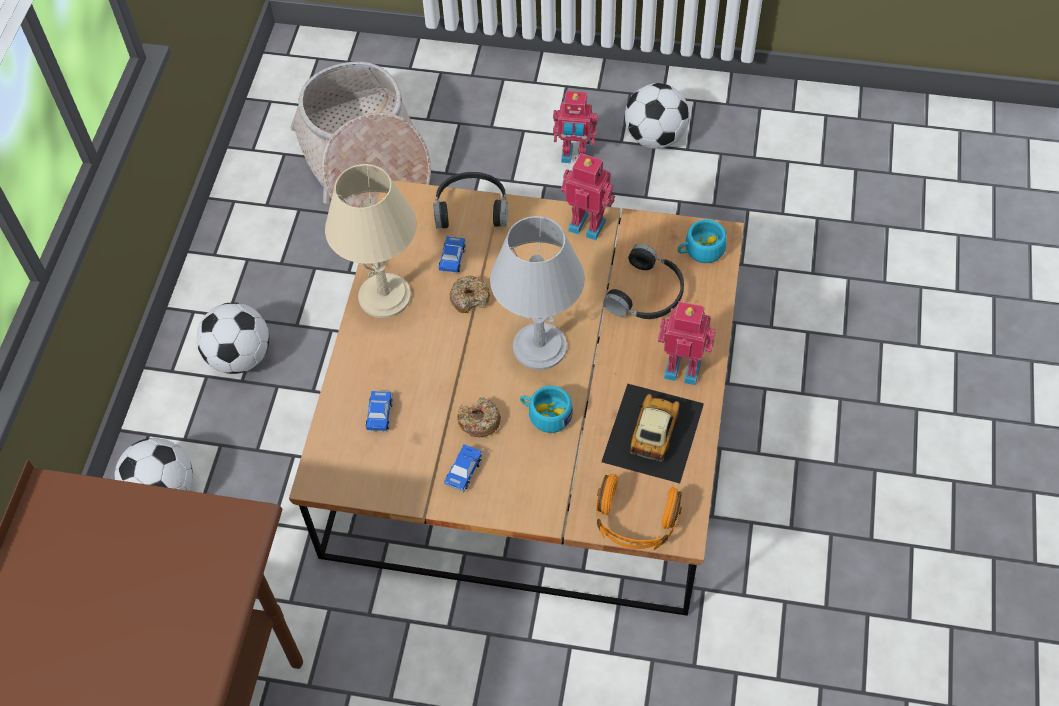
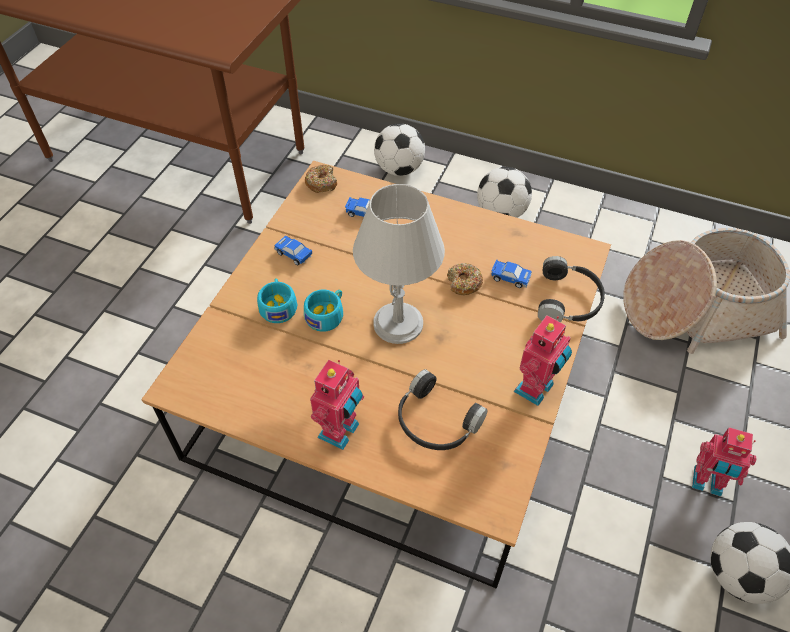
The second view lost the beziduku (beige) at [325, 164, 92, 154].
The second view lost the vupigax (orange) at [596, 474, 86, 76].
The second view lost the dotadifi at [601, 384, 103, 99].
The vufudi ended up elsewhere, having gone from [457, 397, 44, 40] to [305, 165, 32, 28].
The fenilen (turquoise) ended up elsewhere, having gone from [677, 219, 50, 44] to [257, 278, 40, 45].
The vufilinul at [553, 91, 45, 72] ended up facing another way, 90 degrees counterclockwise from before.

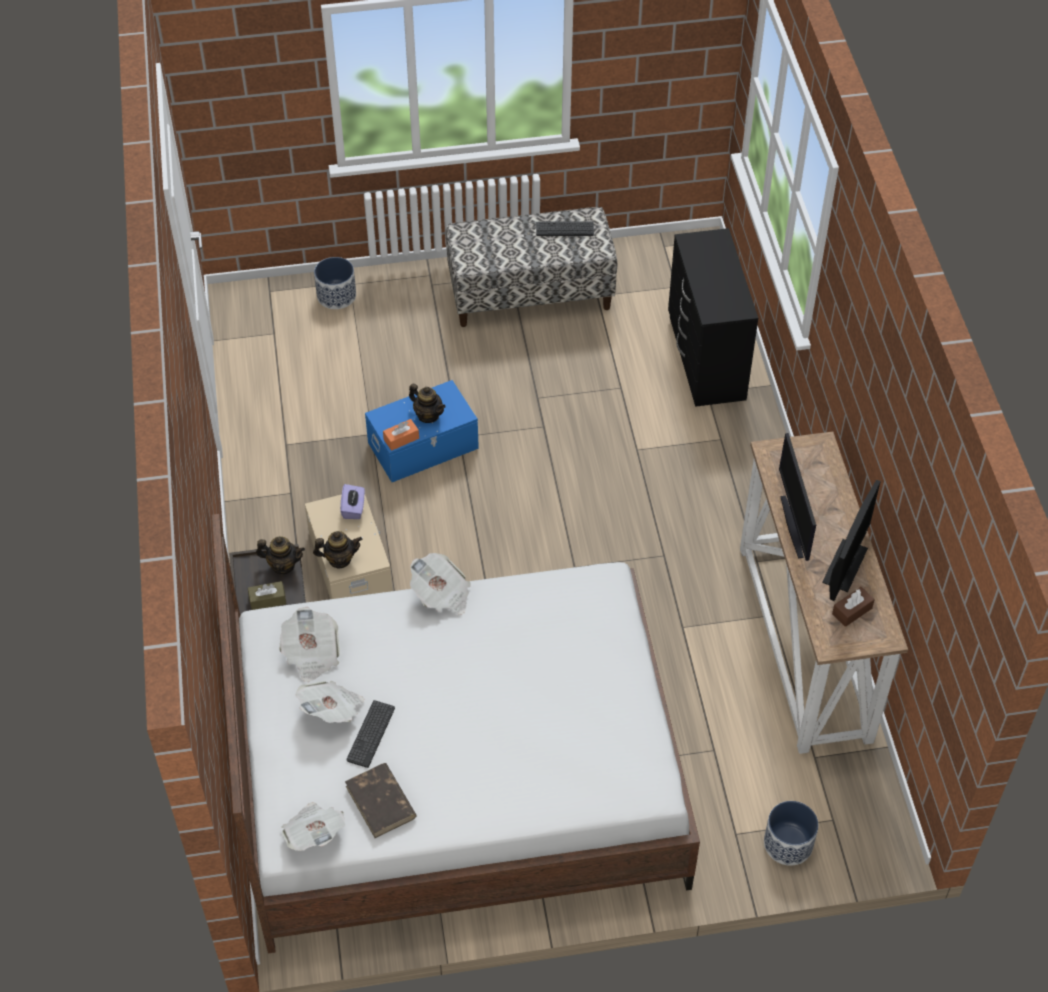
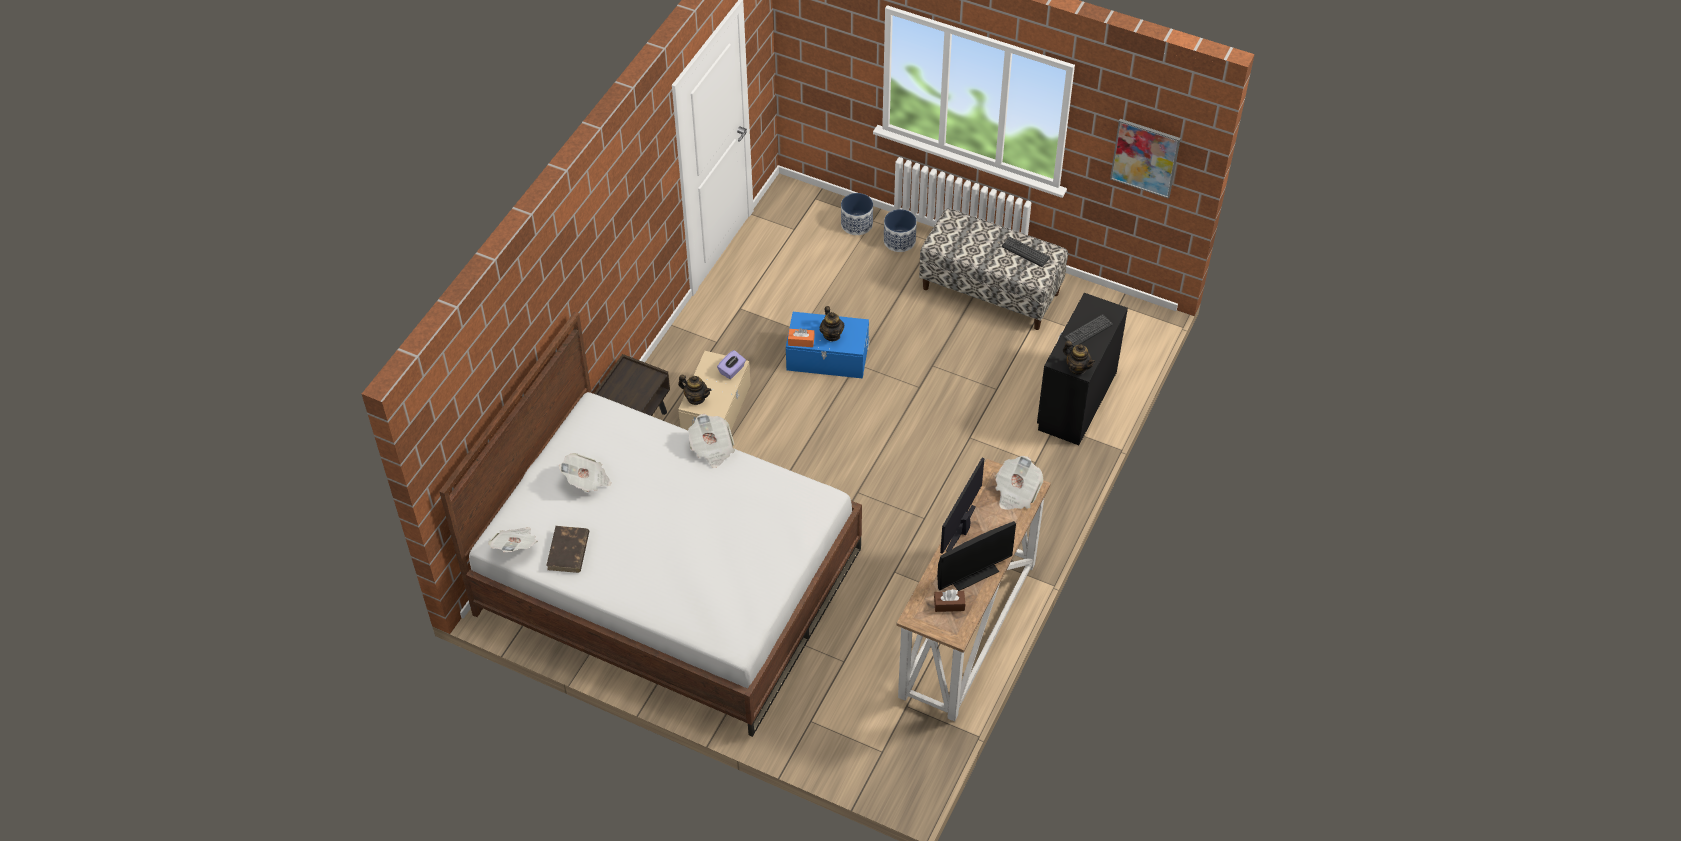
The second view lost the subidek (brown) at [248, 581, 38, 29].
The second view gained the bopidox at [1110, 119, 71, 80].
The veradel ended up elsewhere, having gone from [256, 537, 49, 37] to [1063, 340, 32, 35].
The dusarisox ended up elsewhere, having gone from [279, 607, 61, 75] to [995, 456, 48, 54].
The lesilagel ended up elsewhere, having gone from [347, 700, 48, 68] to [1064, 314, 49, 33].
The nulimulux ended up elsewhere, having gone from [764, 801, 54, 65] to [884, 209, 33, 43].

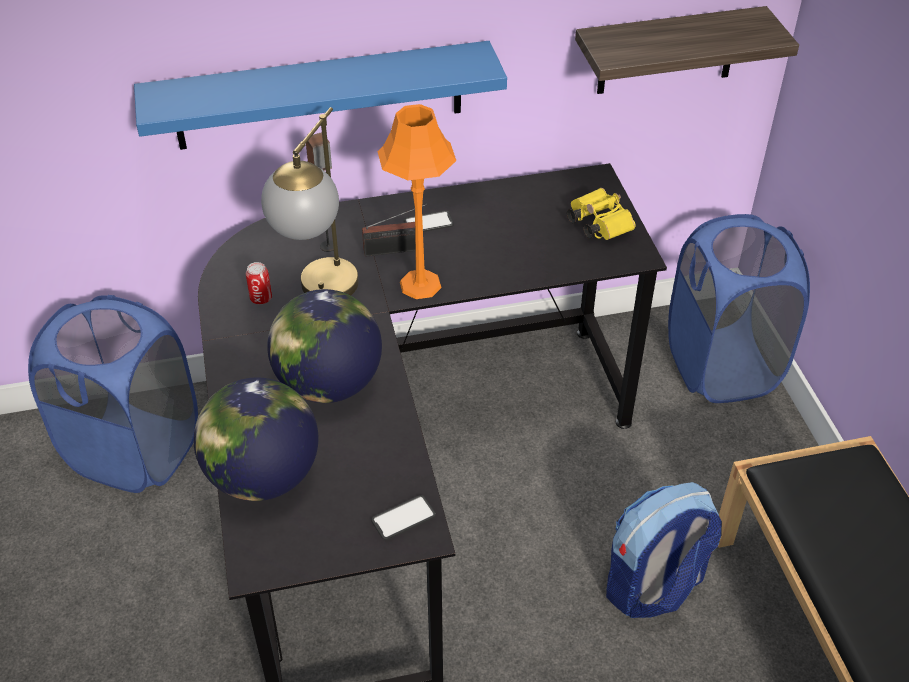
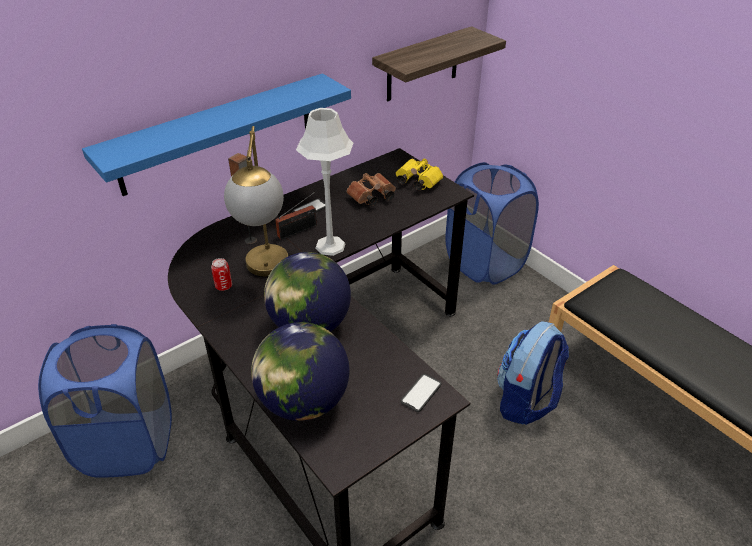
The second view gained the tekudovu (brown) at [347, 173, 49, 33].
What was the beziduku (orange) at [378, 104, 78, 195] turned into the beziduku (grey) at [296, 108, 57, 148].

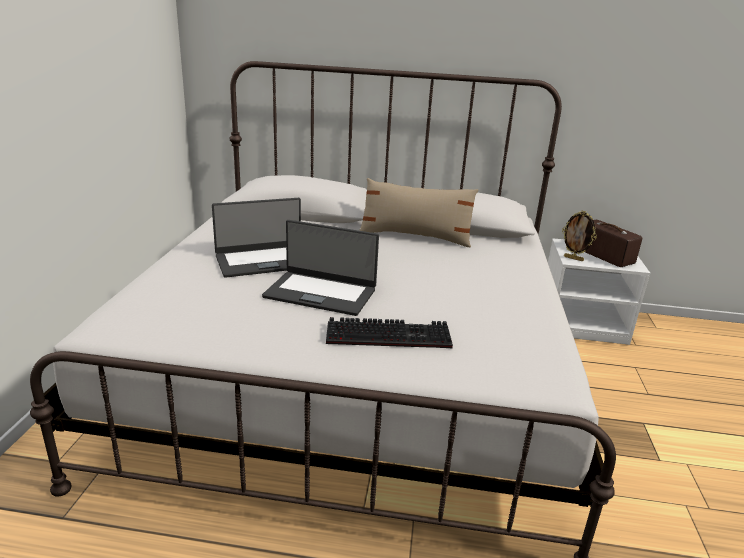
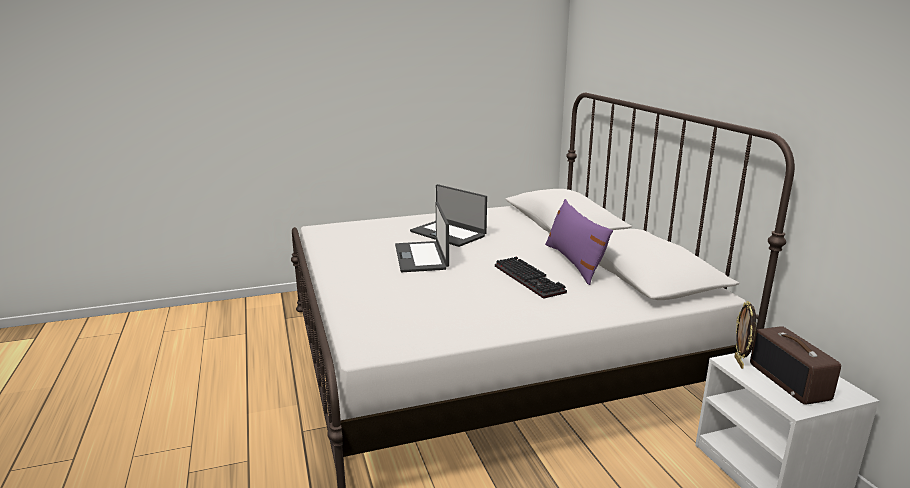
The lesilagel ended up elsewhere, having gone from [326, 317, 127, 31] to [495, 257, 72, 42].
What was the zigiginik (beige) at [359, 178, 120, 69] turned into the zigiginik (purple) at [545, 199, 68, 86].
The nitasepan at [585, 220, 57, 47] ended up facing another way, 135 degrees clockwise from before.

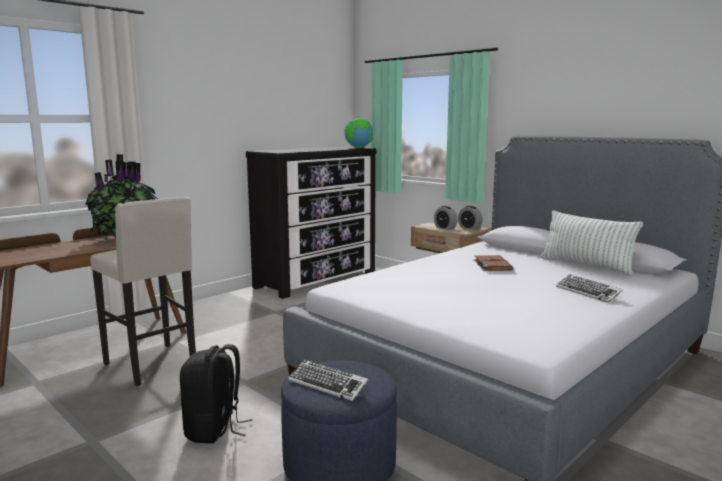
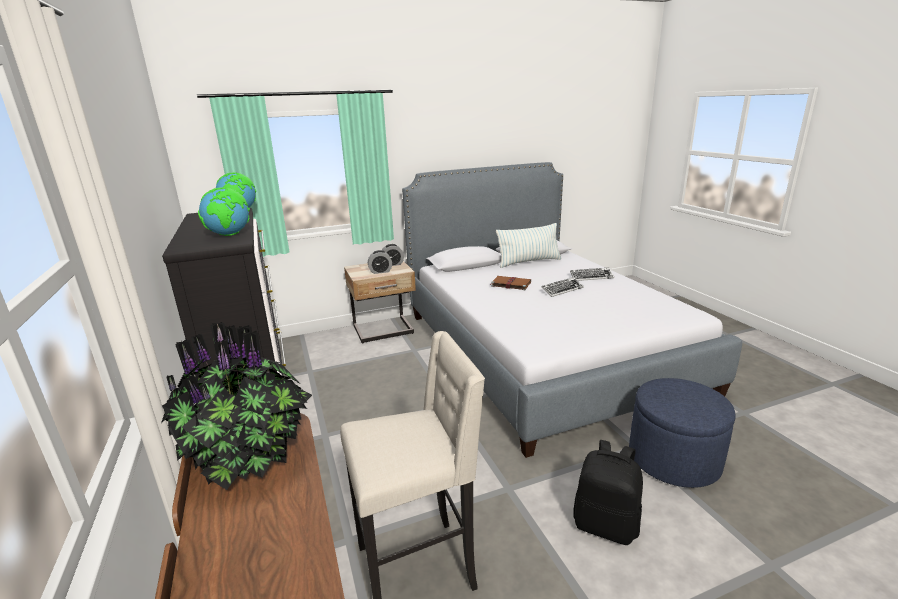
The second view gained the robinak at [198, 187, 52, 49].
The lesilagel ended up elsewhere, having gone from [288, 359, 80, 43] to [542, 277, 42, 20].

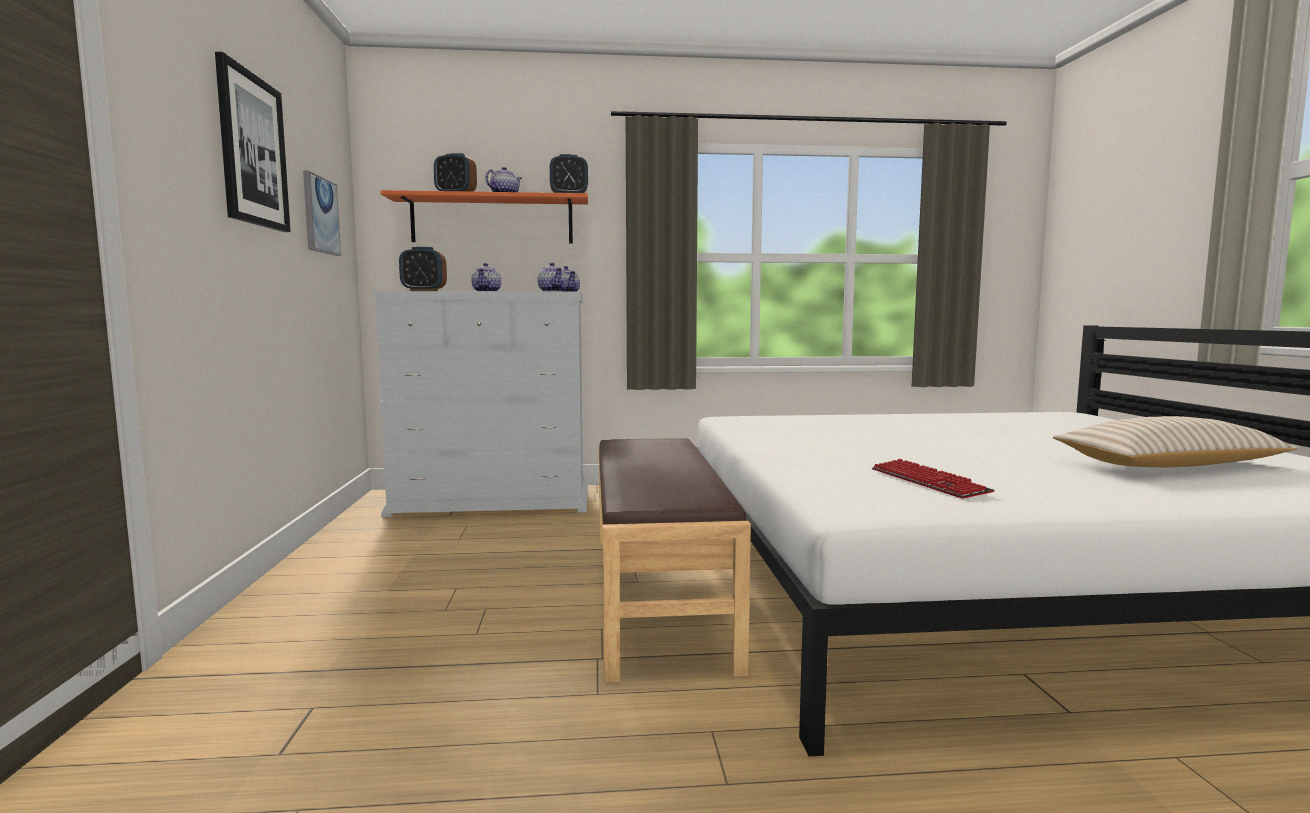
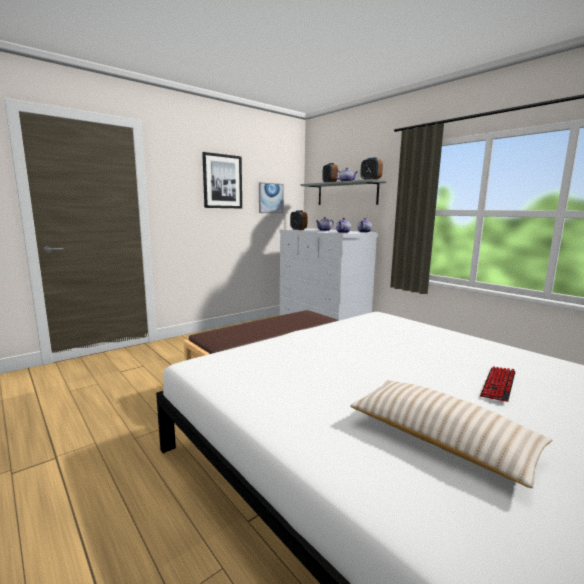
The lesilagel ended up elsewhere, having gone from [872, 459, 123, 40] to [480, 366, 36, 36].
What was the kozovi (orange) at [380, 190, 208, 54] turned into the kozovi (grey) at [300, 179, 87, 26].

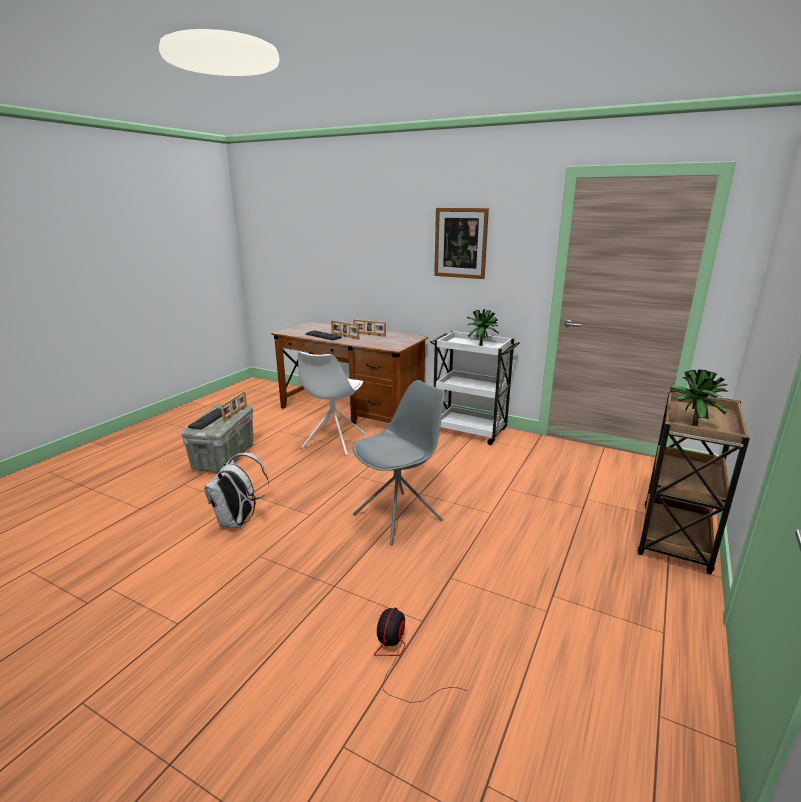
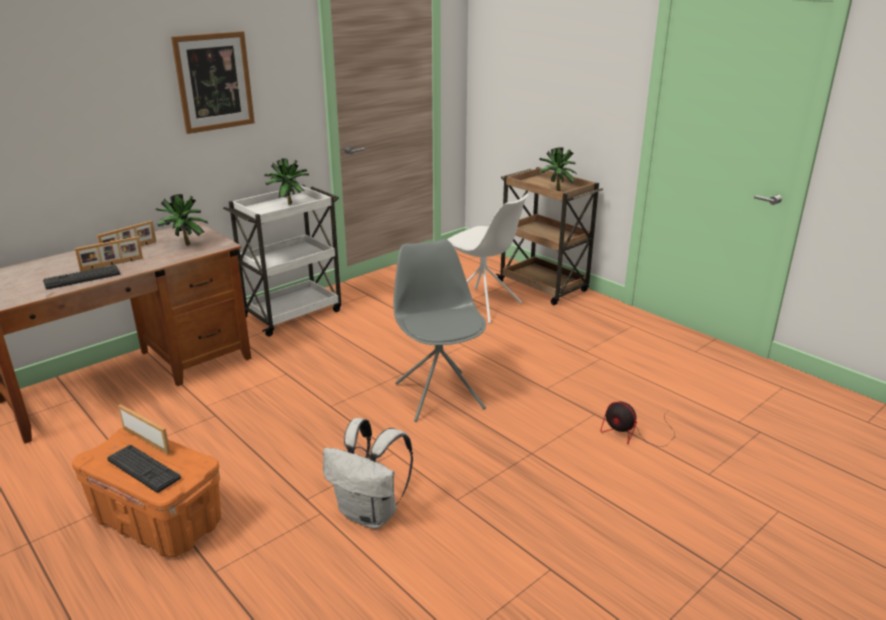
The second view gained the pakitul at [155, 194, 53, 52].
The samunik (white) ended up elsewhere, having gone from [298, 351, 68, 105] to [447, 194, 82, 130].
What was the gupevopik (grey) at [181, 404, 72, 69] turned into the gupevopik (orange) at [72, 427, 149, 130].

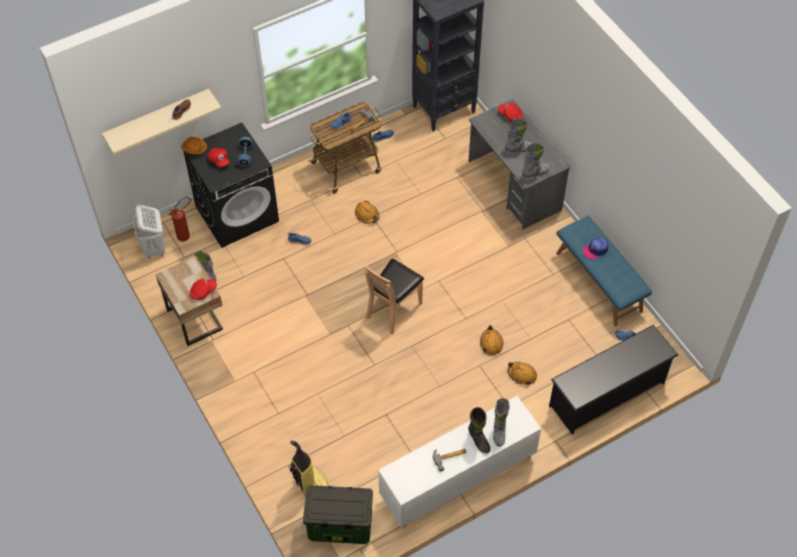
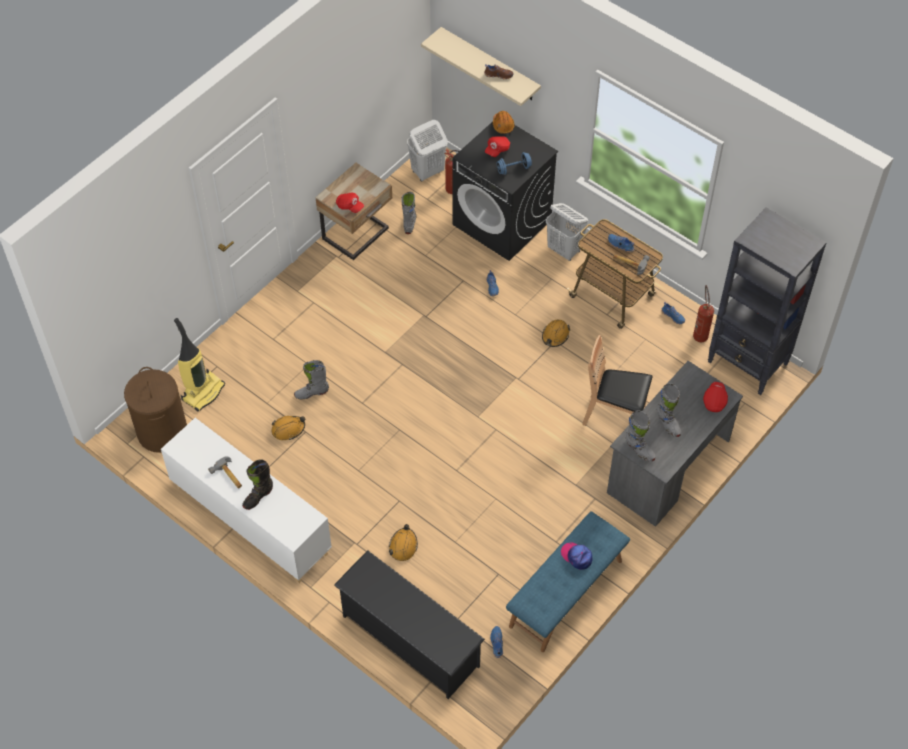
The second view gained the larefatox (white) at [546, 203, 42, 58].
The second view gained the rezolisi at [693, 285, 21, 57].
The samunik (brown) ended up elsewhere, having gone from [365, 259, 59, 75] to [583, 335, 70, 91].
The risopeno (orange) ended up elsewhere, having gone from [480, 325, 24, 30] to [272, 416, 33, 24].
The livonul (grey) ended up elsewhere, having gone from [493, 398, 17, 49] to [294, 360, 35, 39].
Where the gupevopik stood at [303, 485, 70, 59], the larefatox (brown) came to stand at [124, 367, 63, 86].

